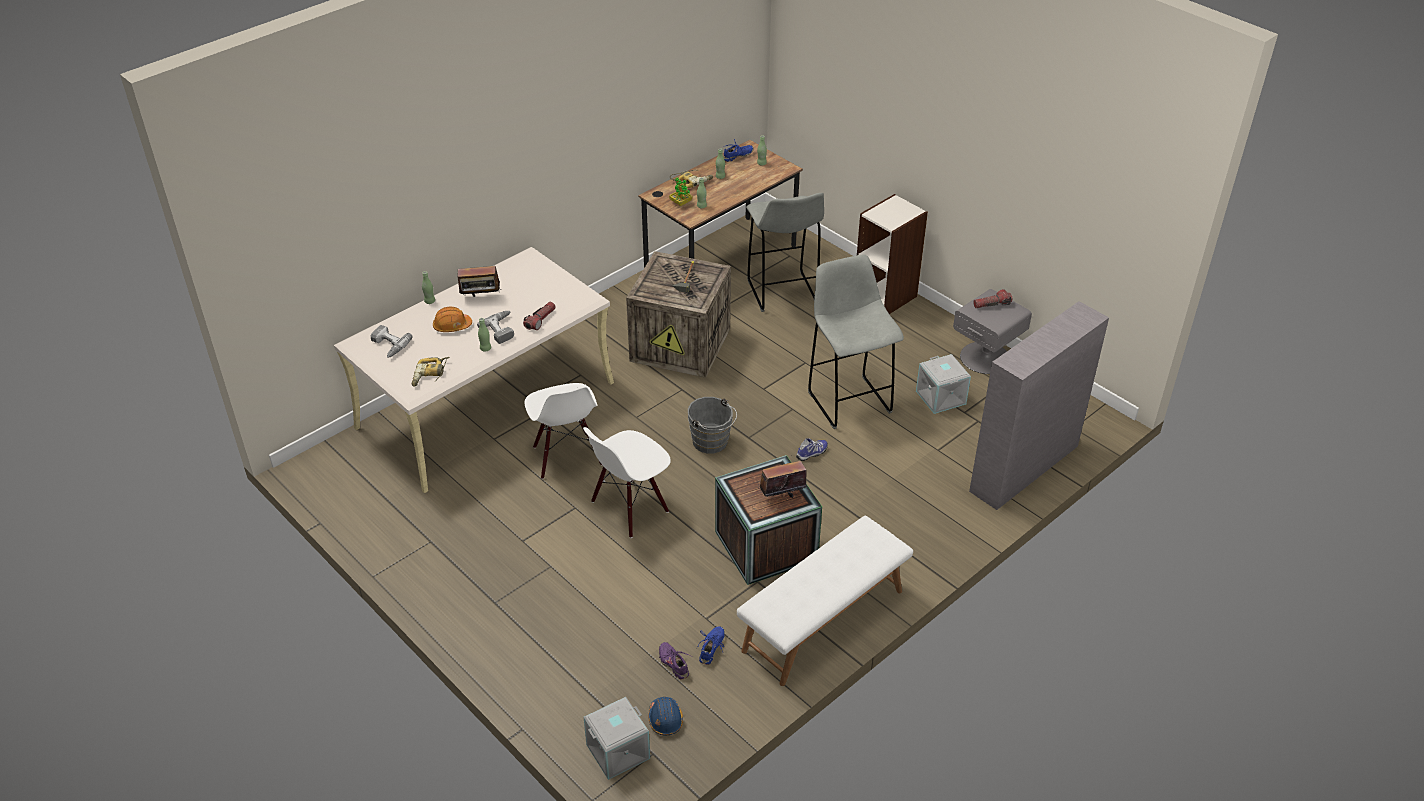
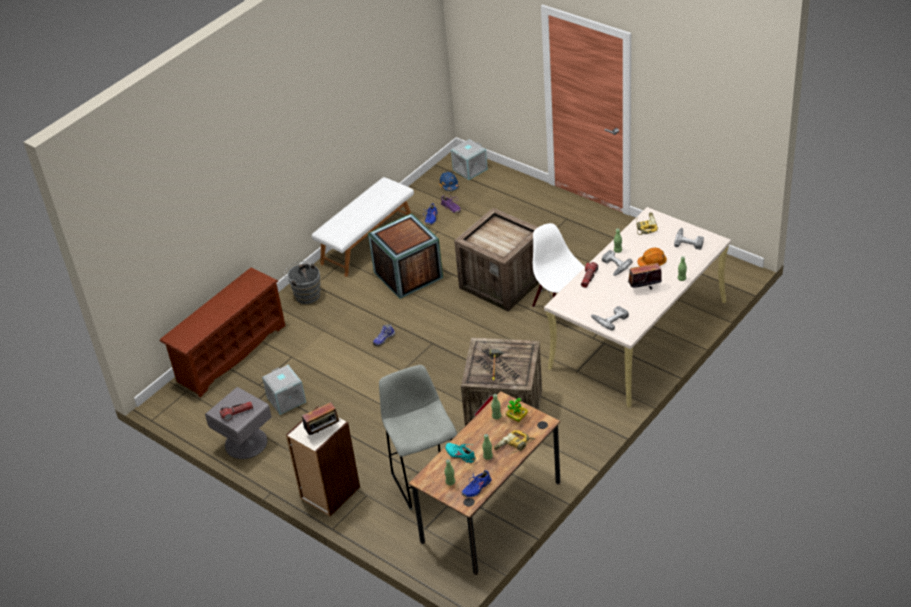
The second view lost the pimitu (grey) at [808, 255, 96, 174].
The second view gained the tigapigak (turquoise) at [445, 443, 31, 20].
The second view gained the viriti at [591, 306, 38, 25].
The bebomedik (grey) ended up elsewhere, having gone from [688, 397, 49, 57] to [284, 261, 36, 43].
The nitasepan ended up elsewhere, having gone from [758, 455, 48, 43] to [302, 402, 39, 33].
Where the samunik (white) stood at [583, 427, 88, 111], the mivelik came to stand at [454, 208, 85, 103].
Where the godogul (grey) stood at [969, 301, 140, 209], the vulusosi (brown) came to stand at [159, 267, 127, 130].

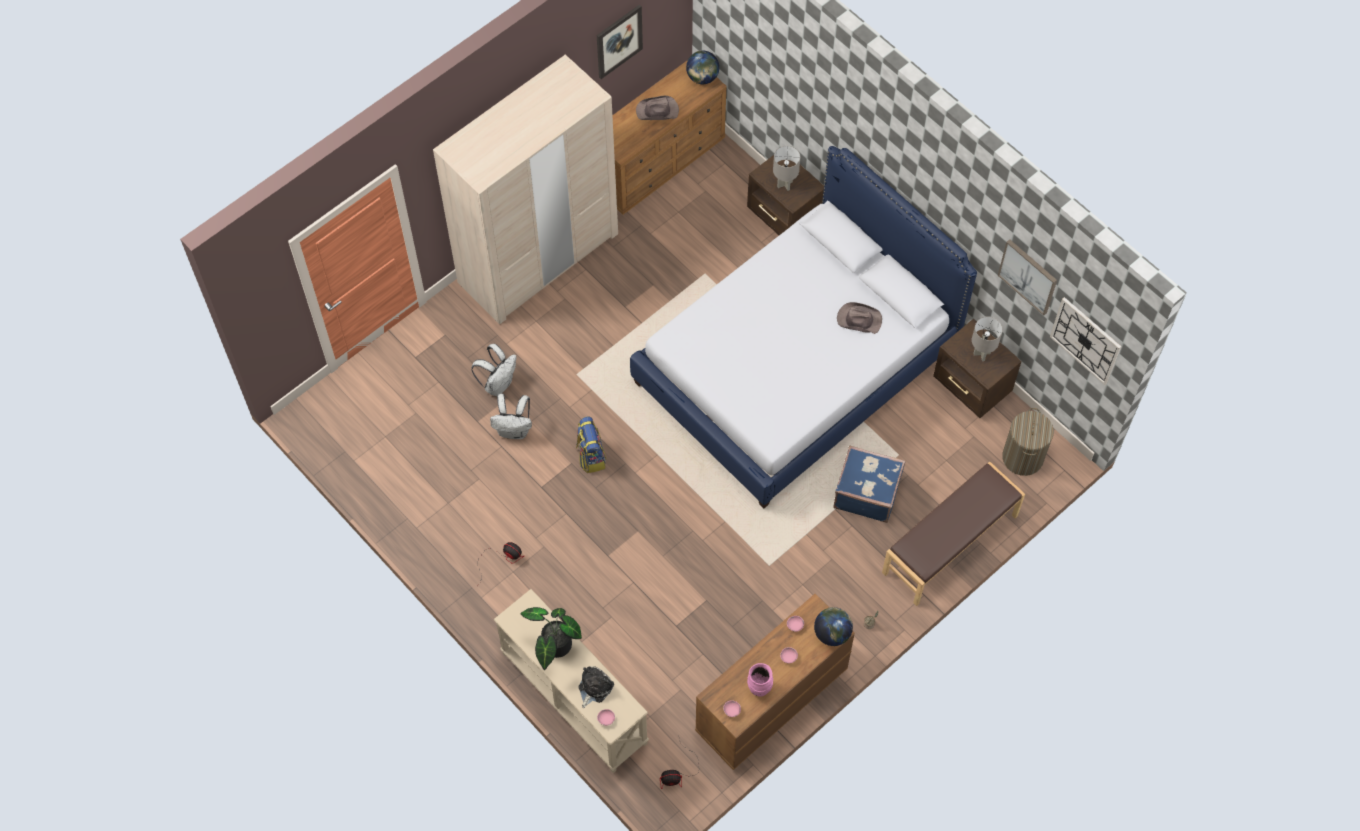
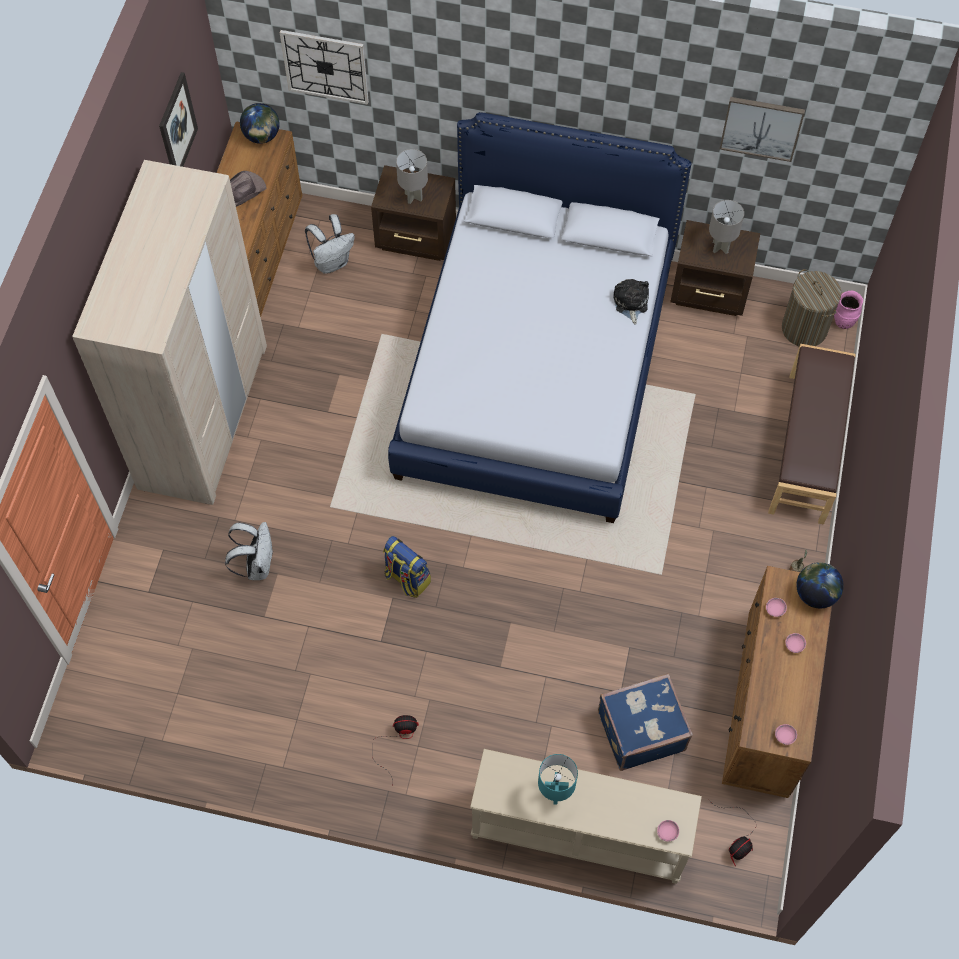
The second view lost the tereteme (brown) at [837, 302, 45, 32].
The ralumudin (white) ended up elsewhere, having gone from [490, 394, 42, 45] to [305, 214, 50, 60].
The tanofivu ended up elsewhere, having gone from [578, 666, 36, 42] to [613, 279, 36, 46].
The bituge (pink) ended up elsewhere, having gone from [747, 663, 26, 33] to [834, 291, 29, 38].
The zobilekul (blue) ended up elsewhere, having gone from [833, 445, 72, 78] to [598, 674, 95, 97].
The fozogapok ended up elsewhere, having gone from [1050, 297, 71, 88] to [280, 30, 89, 75].
Where the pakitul stood at [520, 607, 62, 63], the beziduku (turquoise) came to stand at [538, 754, 40, 51].

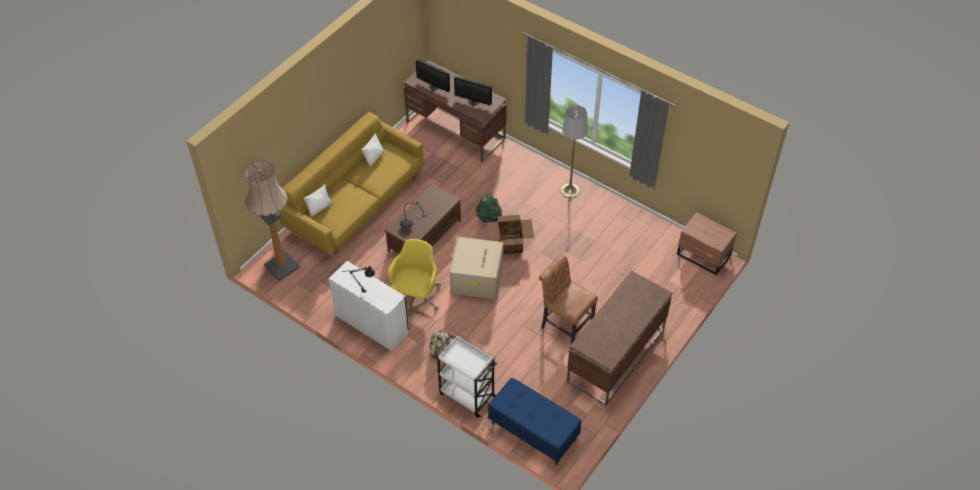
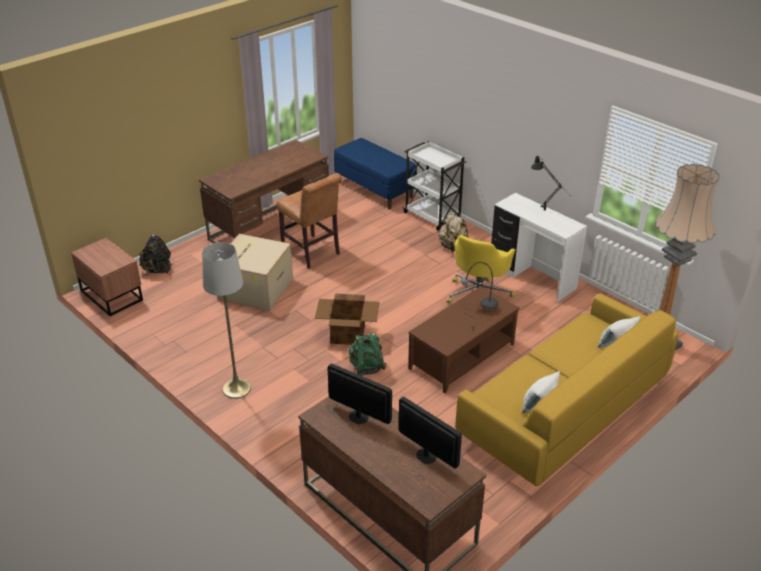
The second view gained the ralumudin (black) at [138, 235, 33, 38].
The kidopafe ended up elsewhere, having gone from [450, 237, 54, 63] to [217, 234, 76, 77].

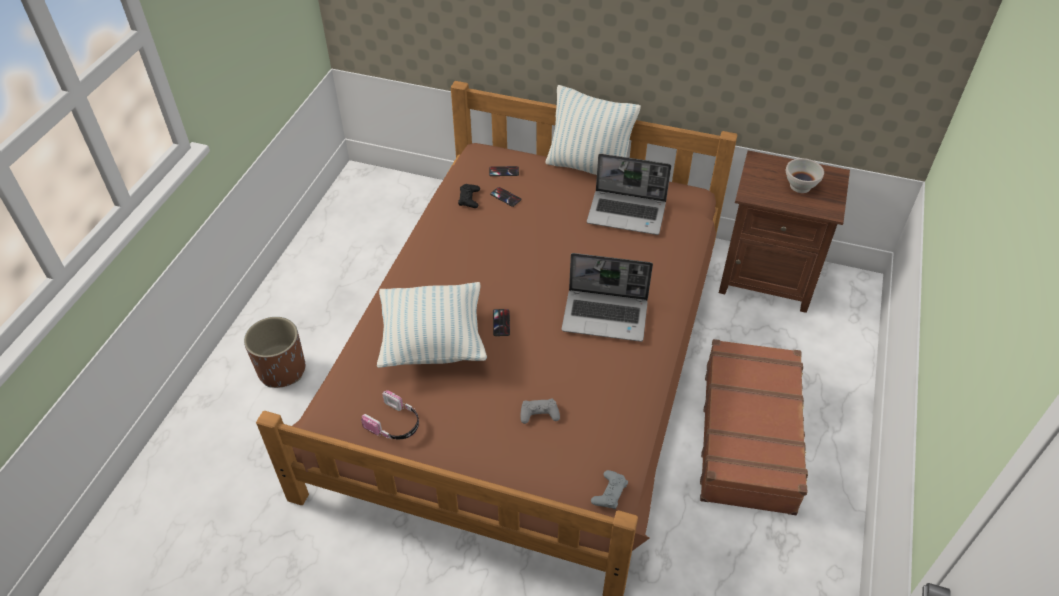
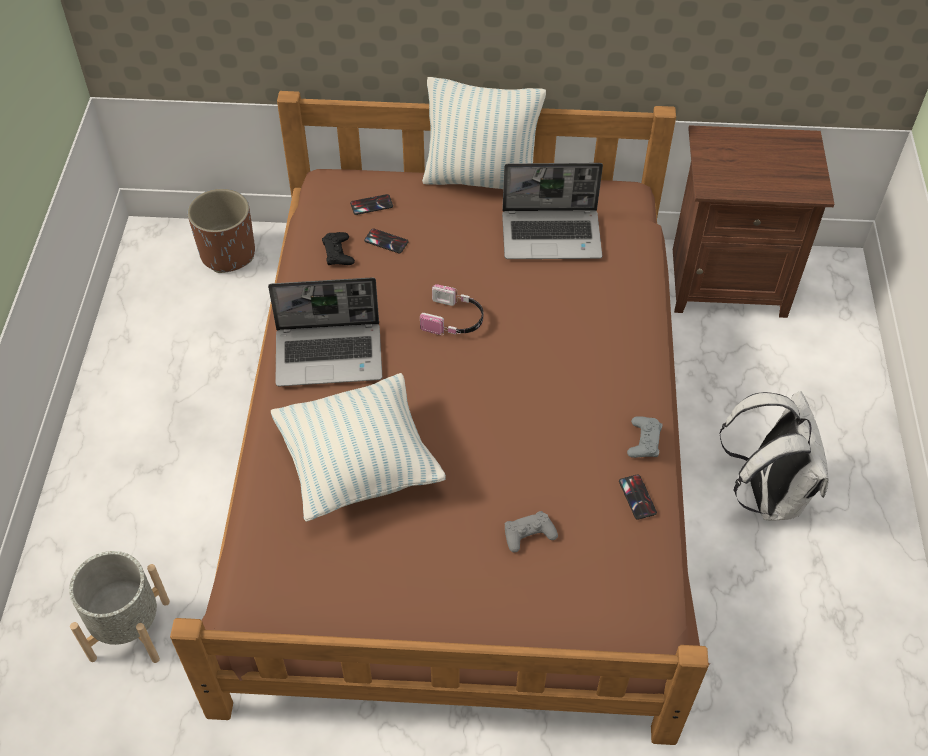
The second view lost the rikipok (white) at [786, 158, 38, 35].
The second view gained the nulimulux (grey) at [69, 551, 101, 112].
The nulimulux (brown) ended up elsewhere, having gone from [244, 317, 61, 71] to [188, 189, 67, 84].
The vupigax ended up elsewhere, having gone from [361, 390, 58, 49] to [420, 284, 63, 51].
The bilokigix ended up elsewhere, having gone from [493, 309, 17, 27] to [619, 474, 38, 46].
The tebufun ended up elsewhere, having gone from [562, 253, 91, 89] to [268, 278, 114, 108].
The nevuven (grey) ended up elsewhere, having gone from [591, 470, 37, 39] to [627, 416, 35, 42].
Where the zobilekul (brown) stood at [700, 339, 108, 176], the ralumudin (white) came to stand at [719, 391, 110, 129].

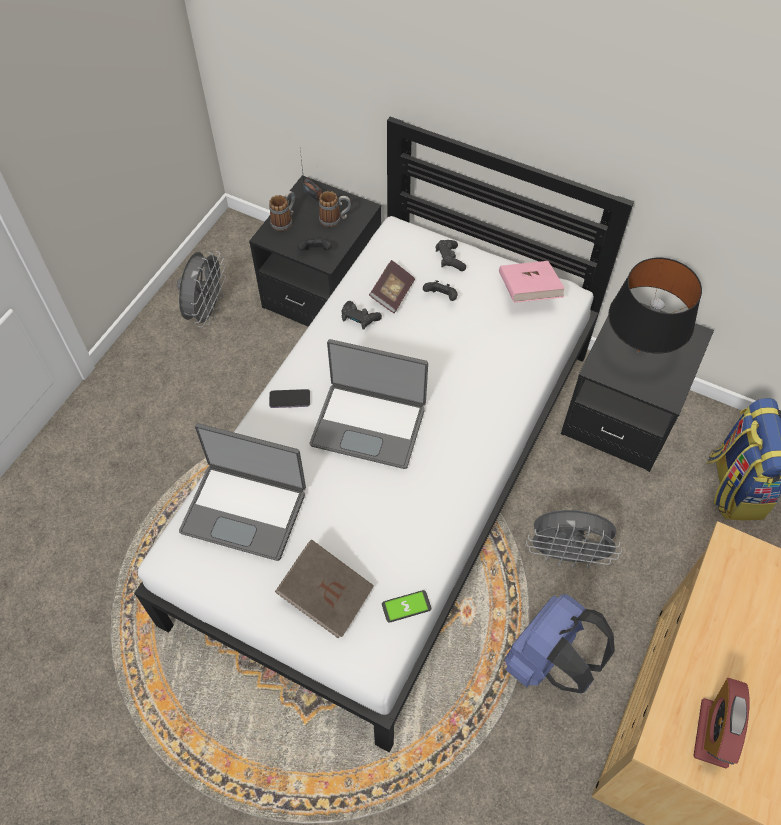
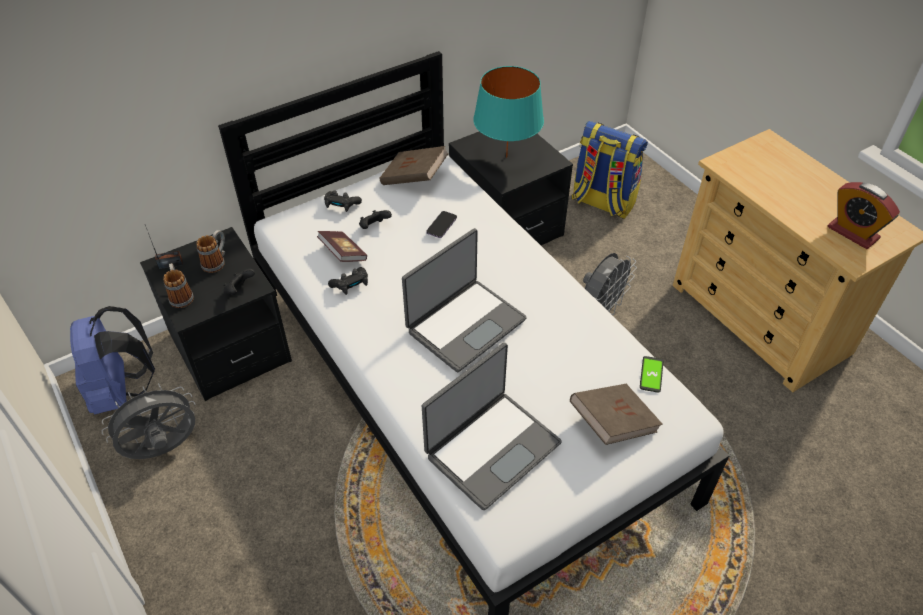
The bilokigix ended up elsewhere, having gone from [269, 389, 41, 19] to [426, 211, 31, 27].
The ralumudin (blue) ended up elsewhere, having gone from [505, 594, 110, 100] to [70, 306, 85, 109].
What was the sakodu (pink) at [499, 261, 66, 42] turned into the sakodu (brown) at [379, 146, 70, 39].
What was the beziduku (black) at [608, 258, 94, 95] turned into the beziduku (turquoise) at [473, 66, 71, 92].
The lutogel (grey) at [177, 251, 49, 76] ended up facing another way, 75 degrees counterclockwise from before.

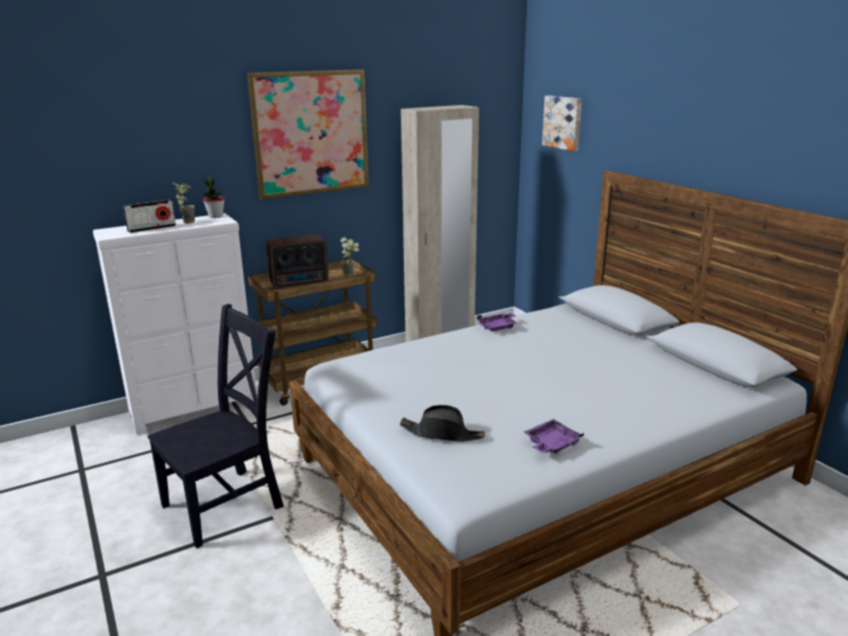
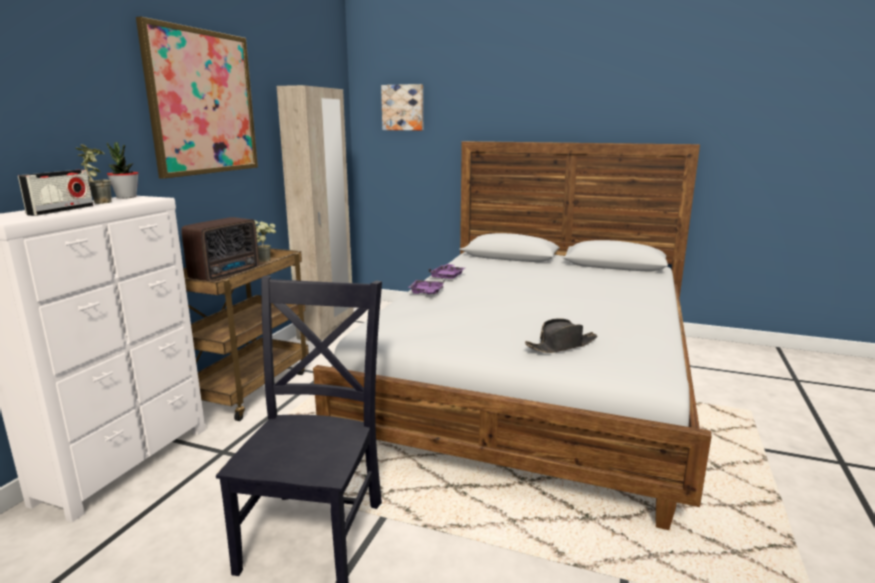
The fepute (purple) ended up elsewhere, having gone from [524, 419, 60, 35] to [408, 279, 37, 16].

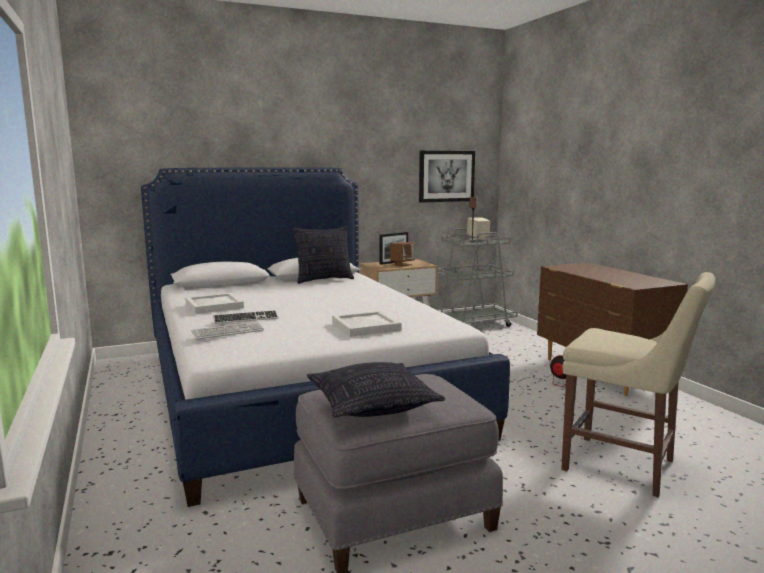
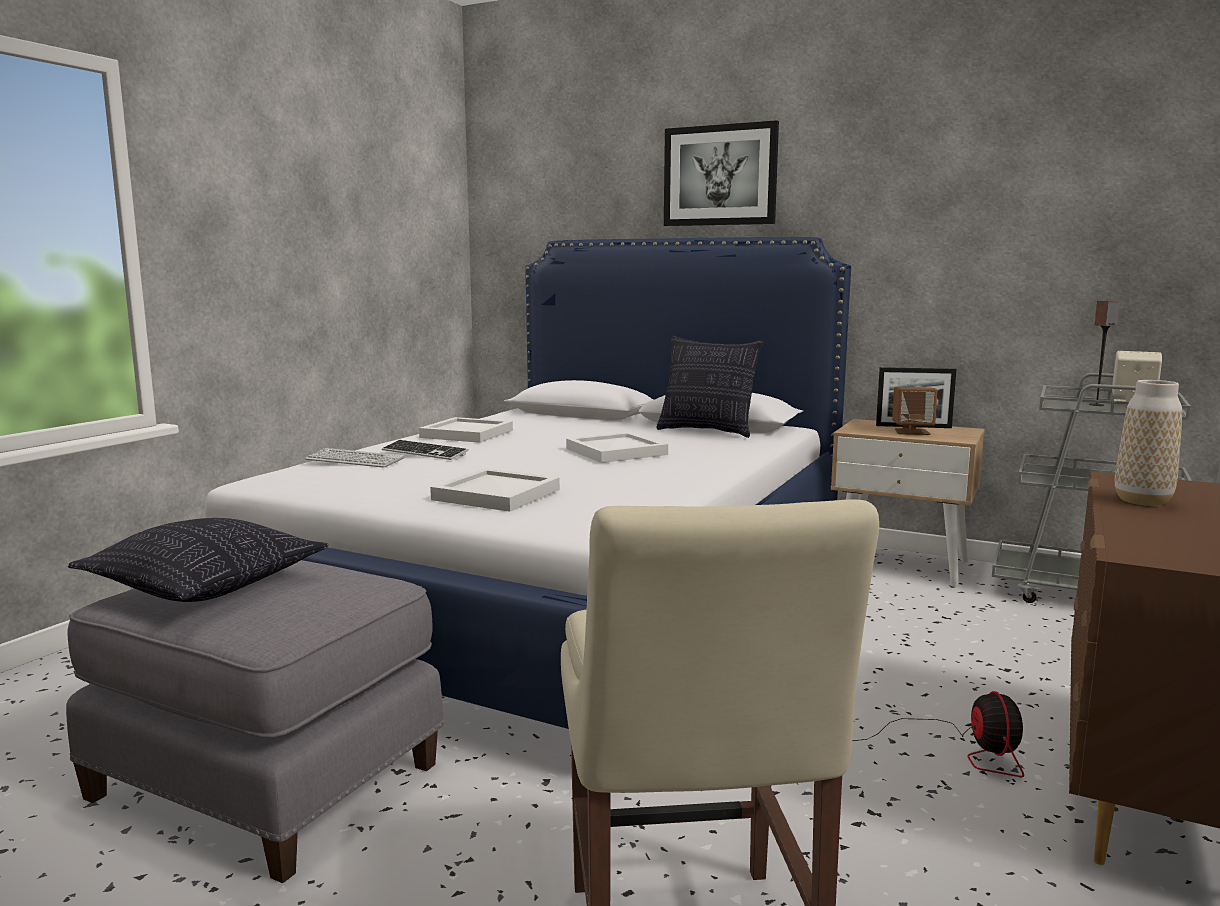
The second view gained the fepute (white) at [566, 432, 102, 31].
The second view gained the bituge at [1115, 380, 67, 126].
The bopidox ended up elsewhere, having gone from [419, 151, 56, 52] to [664, 120, 115, 106].

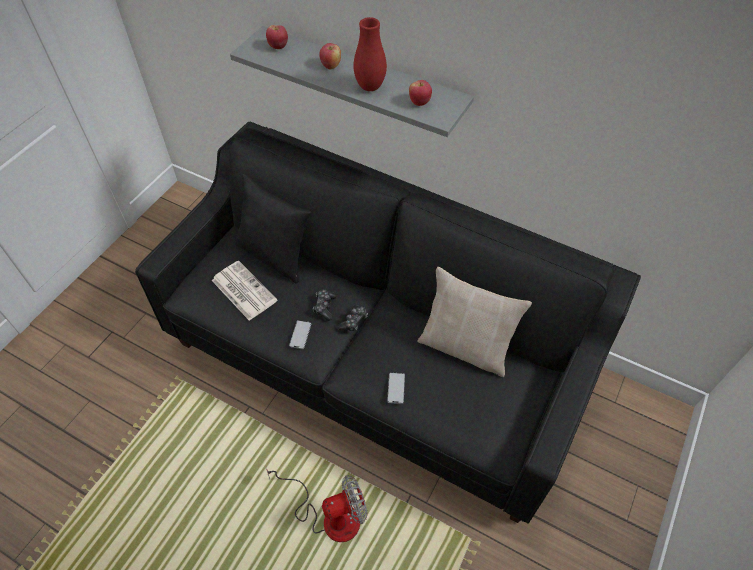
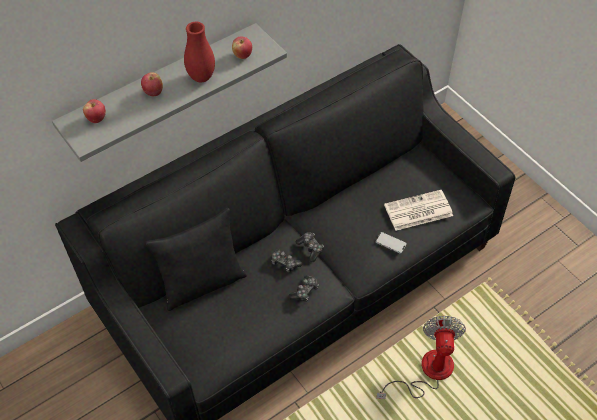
The second view lost the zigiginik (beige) at [418, 267, 114, 110].
The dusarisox ended up elsewhere, having gone from [212, 261, 65, 60] to [384, 190, 69, 41].
Where the bilokigix stood at [289, 320, 22, 29], the nevuven came to stand at [289, 275, 30, 26].

